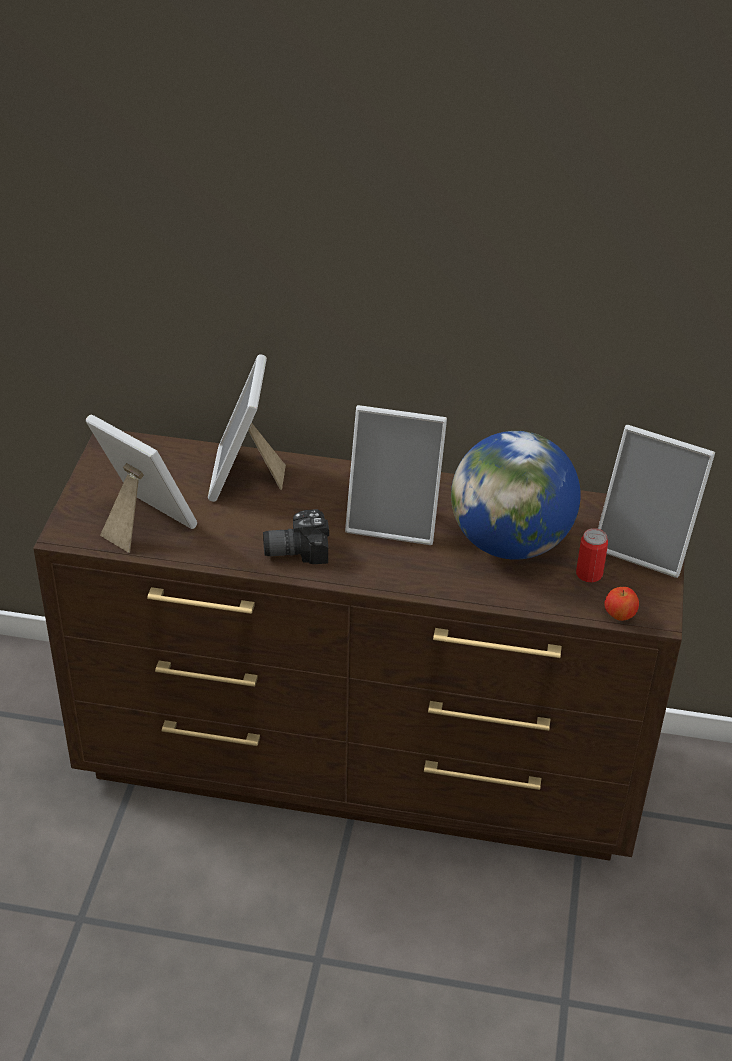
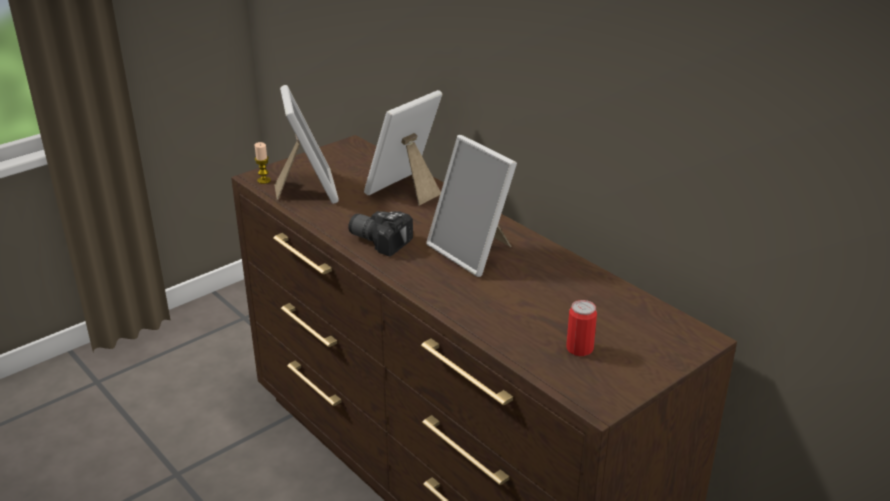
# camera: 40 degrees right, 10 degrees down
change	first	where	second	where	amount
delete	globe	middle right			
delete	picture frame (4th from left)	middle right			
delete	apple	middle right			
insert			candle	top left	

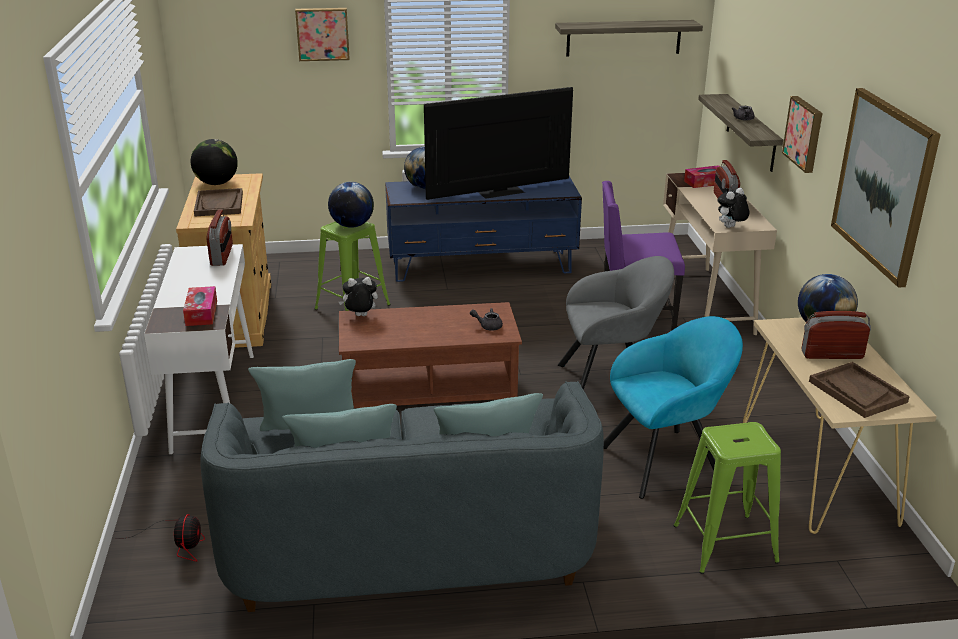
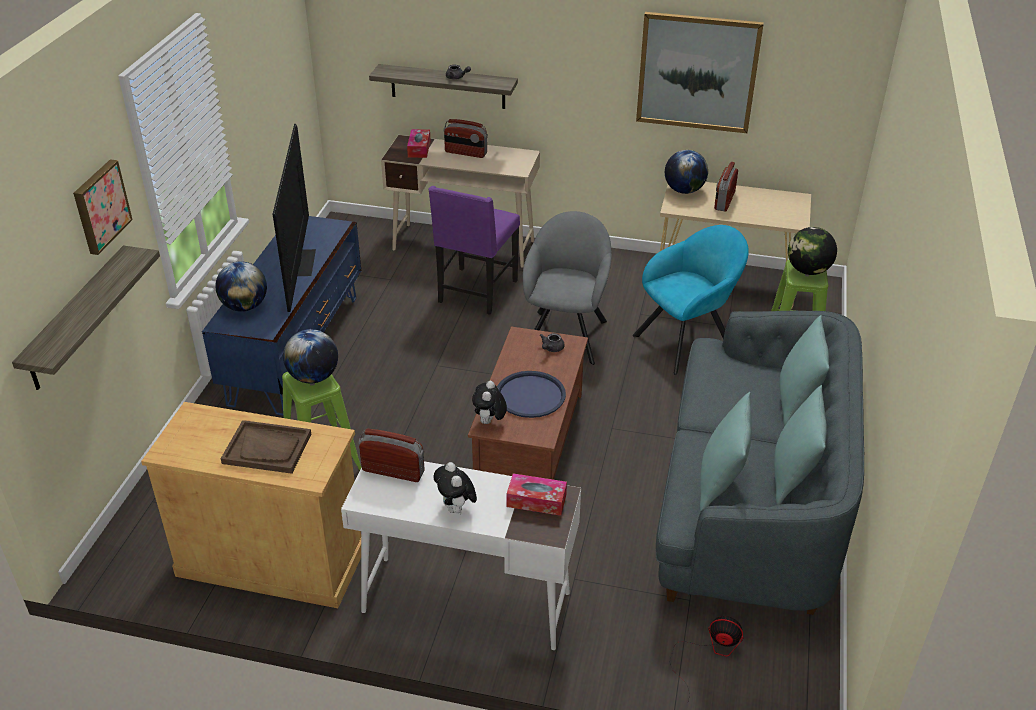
# camera: 70 degrees left, 10 degrees up
change	first	where	second	where	amount
move	globe (1st from left in the first image)	top left	globe (4th from left)	middle right	
move	shelf (1st from left)	top centre		middle left	
rotate	armchair (turquoise)	middle right		middle right	60 degrees clockwise
move	plush toy (2nd from left in the first image)	top right	plush toy (1st from left)	bottom centre	
delete	picture (2nd from left)	top right			
delete	tray (brown) (2nd from left)	middle right			
insert			tray (blue)	centre	

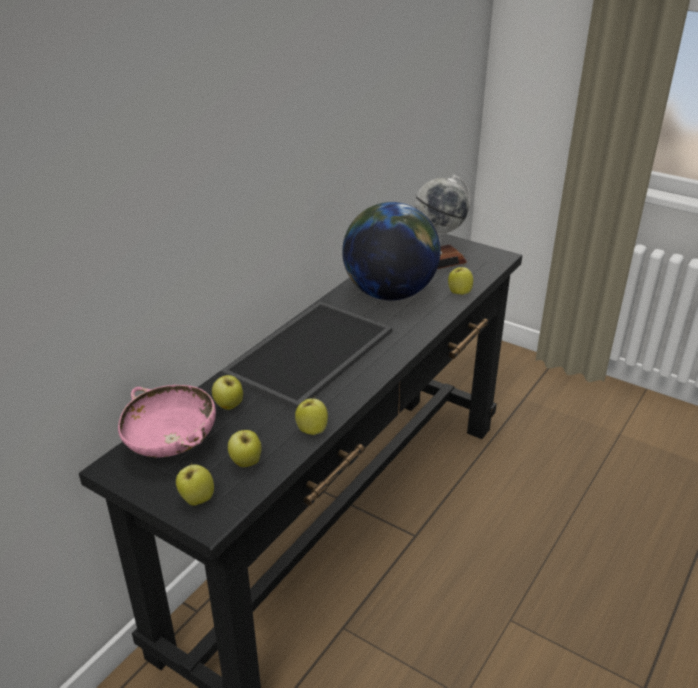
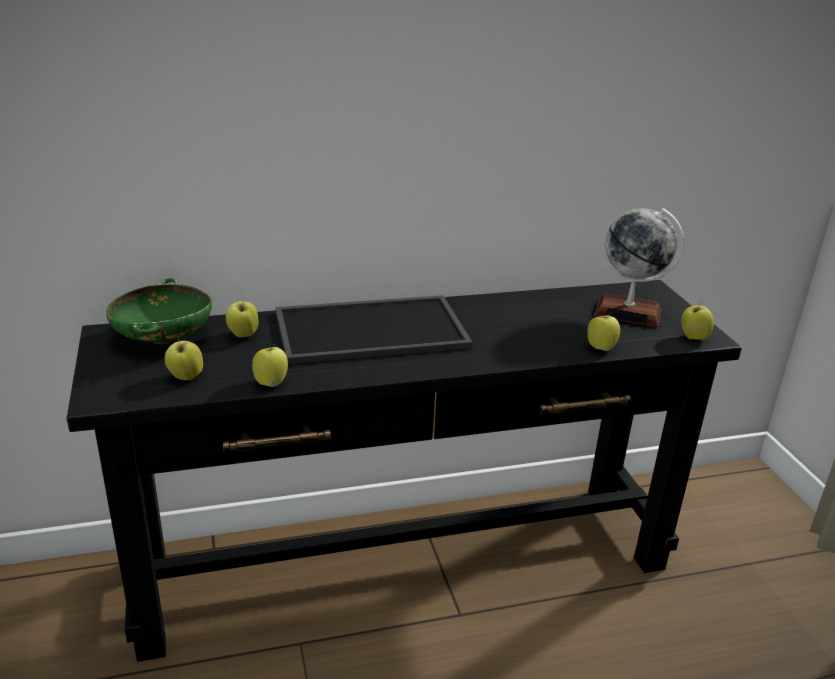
# camera: 40 degrees right, 5 degrees down
change	first	where	second	where	amount
recolor	bowl (pink)	middle left	bowl (green)	middle left	
move	apple (1st from left in the first image)	bottom left	apple (5th from left)	middle right	
delete	globe (1st from left)	centre			

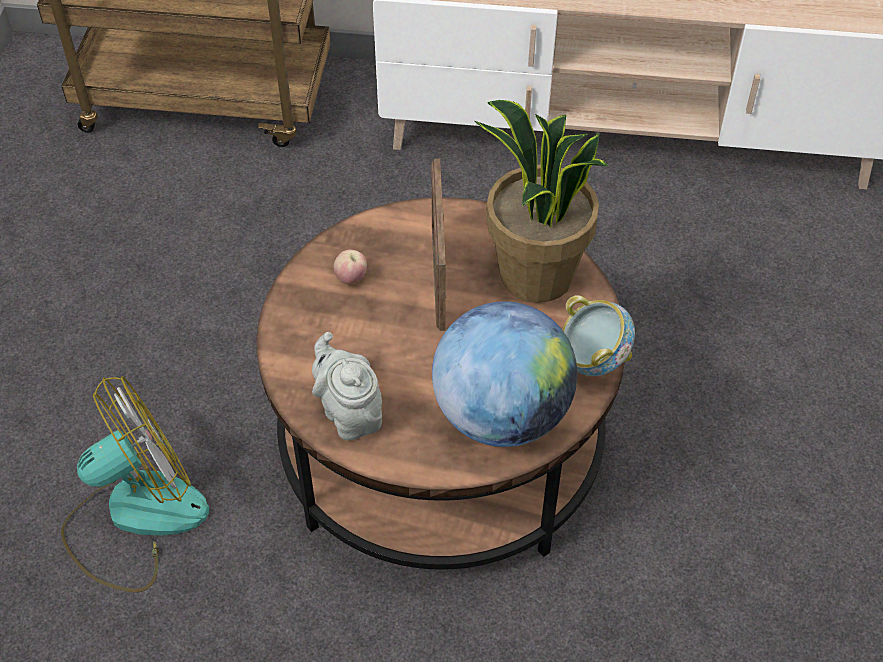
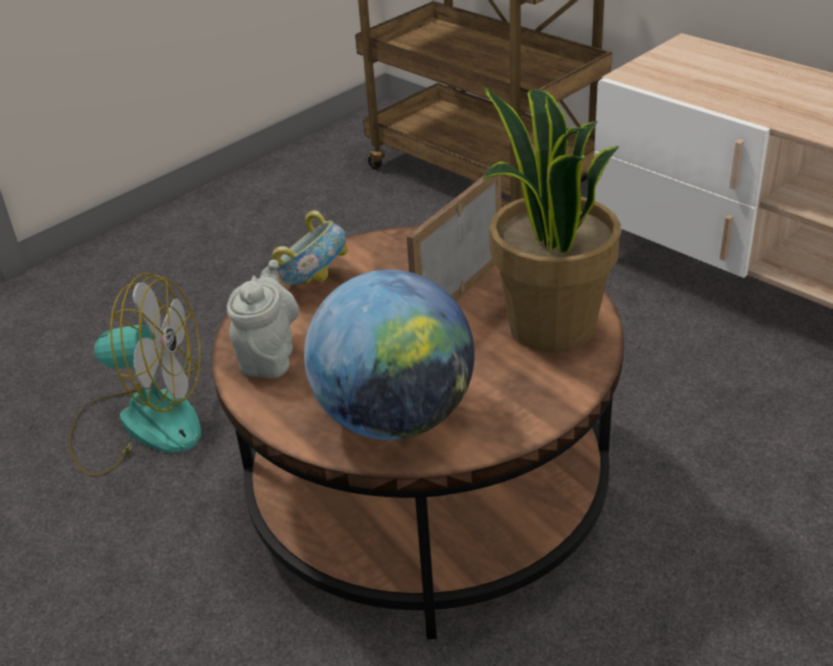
# camera: 40 degrees right, 15 degrees down
change	first	where	second	where	amount
delete	apple	centre			
move	bowl	middle right		centre	

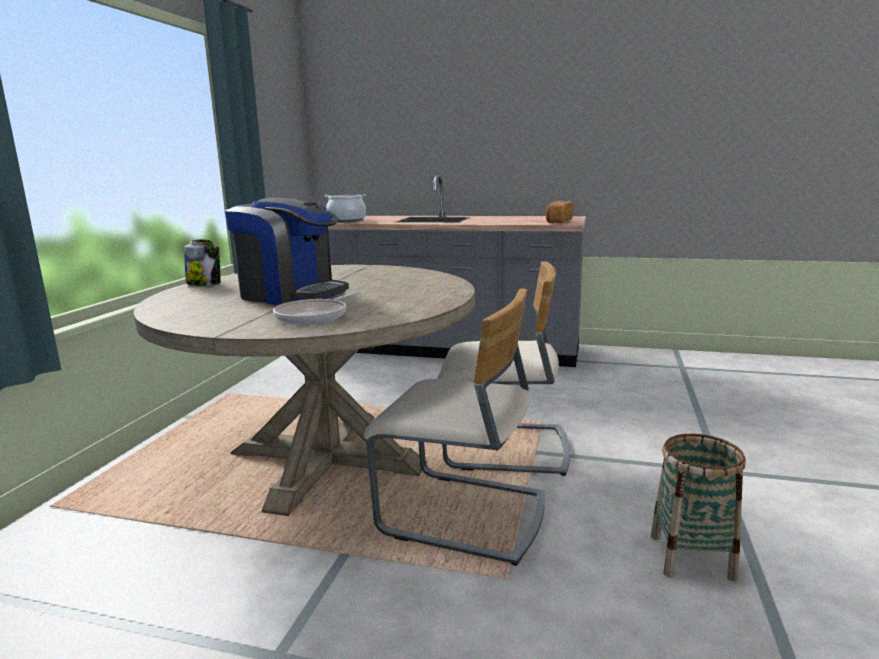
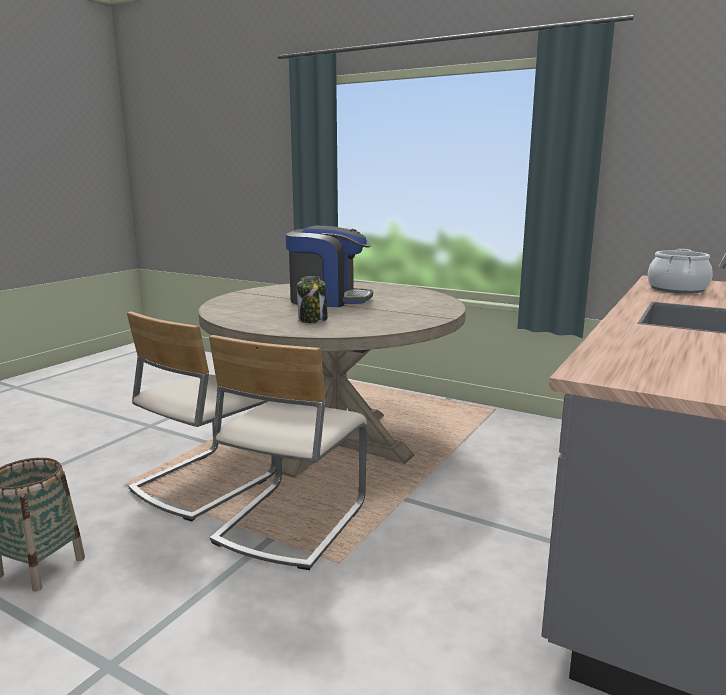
# camera: 105 degrees right, 0 degrees up
change	first	where	second	where	amount
move	jar	middle left		centre	
rotate	coffee machine	middle left		centre	120 degrees counterclockwise
delete	frying pan	centre			
delete	bread	top centre			

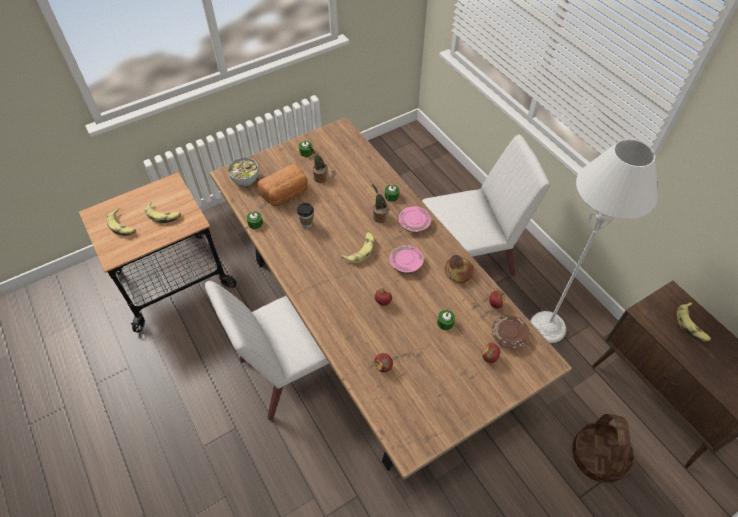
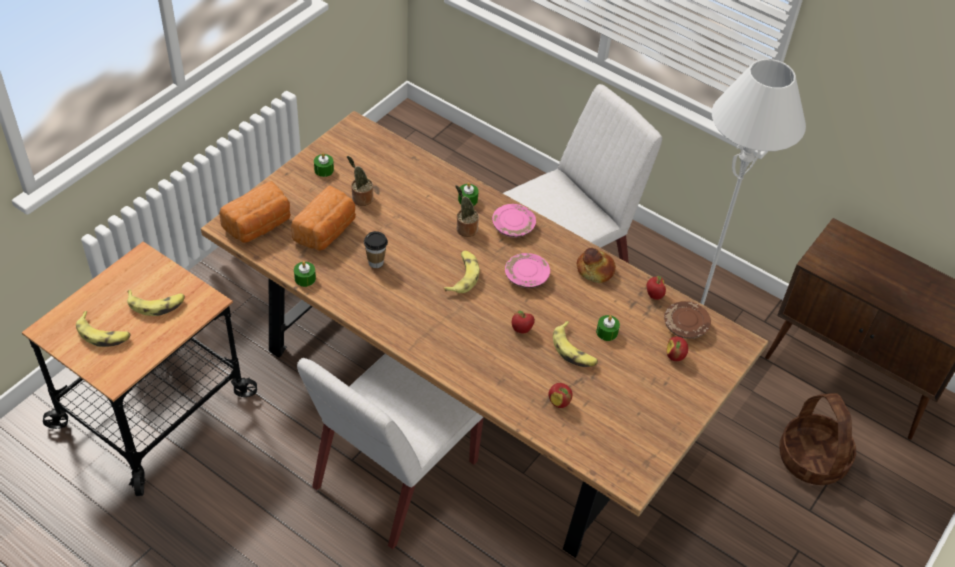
# camera: 25 degrees left, 5 degrees down
change	first	where	second	where	amount
replace	bowl	top left	bread (1st from left)	middle left	
move	banana (4th from left)	middle right		centre	

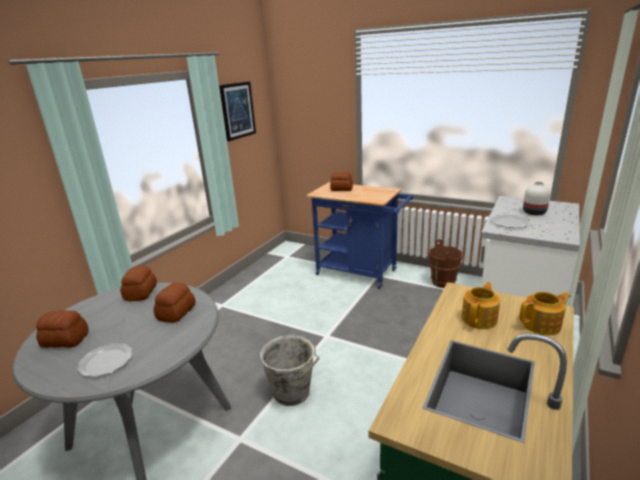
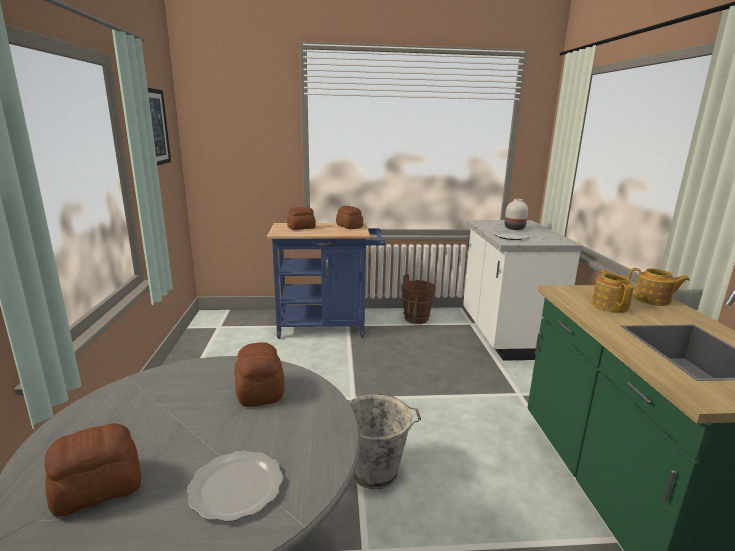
# camera: 35 degrees left, 5 degrees down
change	first	where	second	where	amount
move	bread (2nd from left in the first image)	middle left	bread (4th from left)	centre	
rotate	teapot (2nd from left)	middle right		middle right	75 degrees clockwise

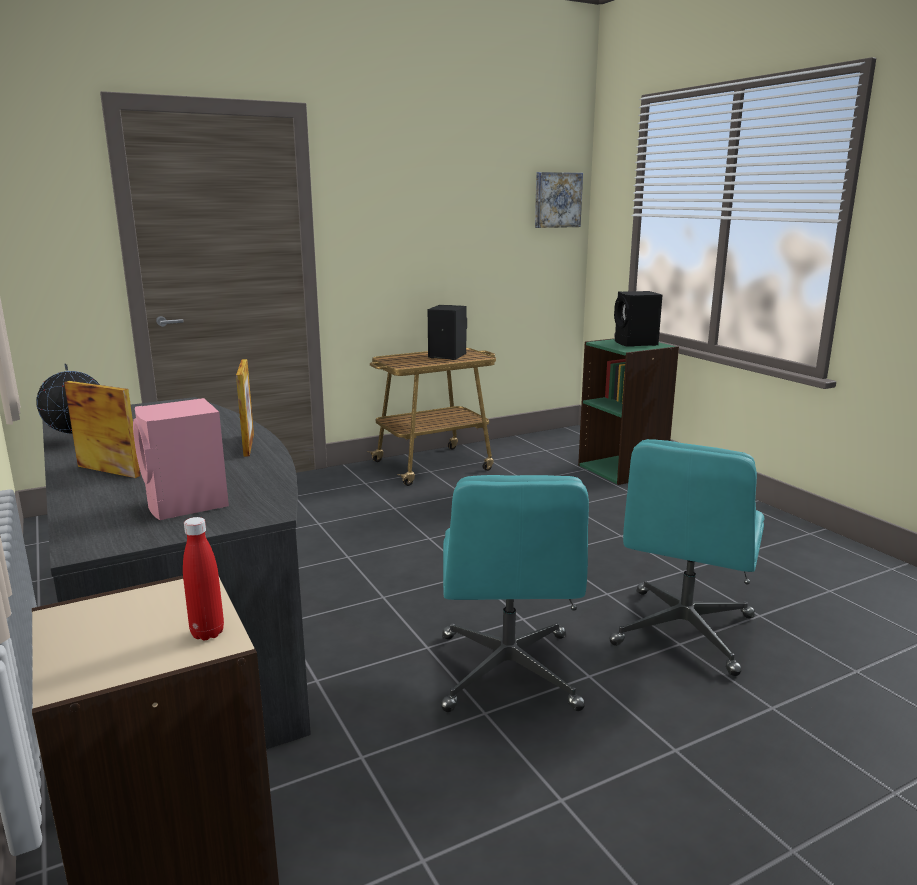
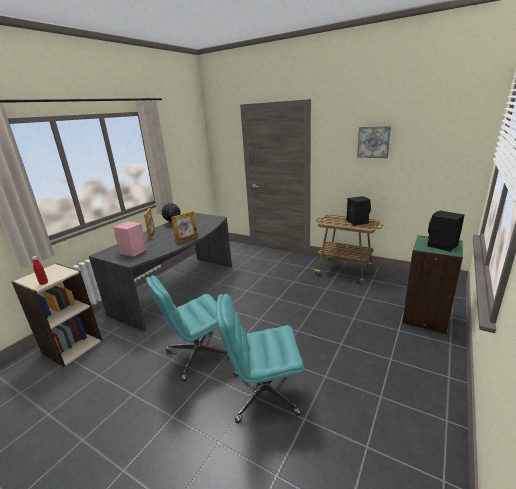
# camera: 60 degrees right, 5 degrees up
change	first	where	second	where	amount
move	picture	top centre		top right	

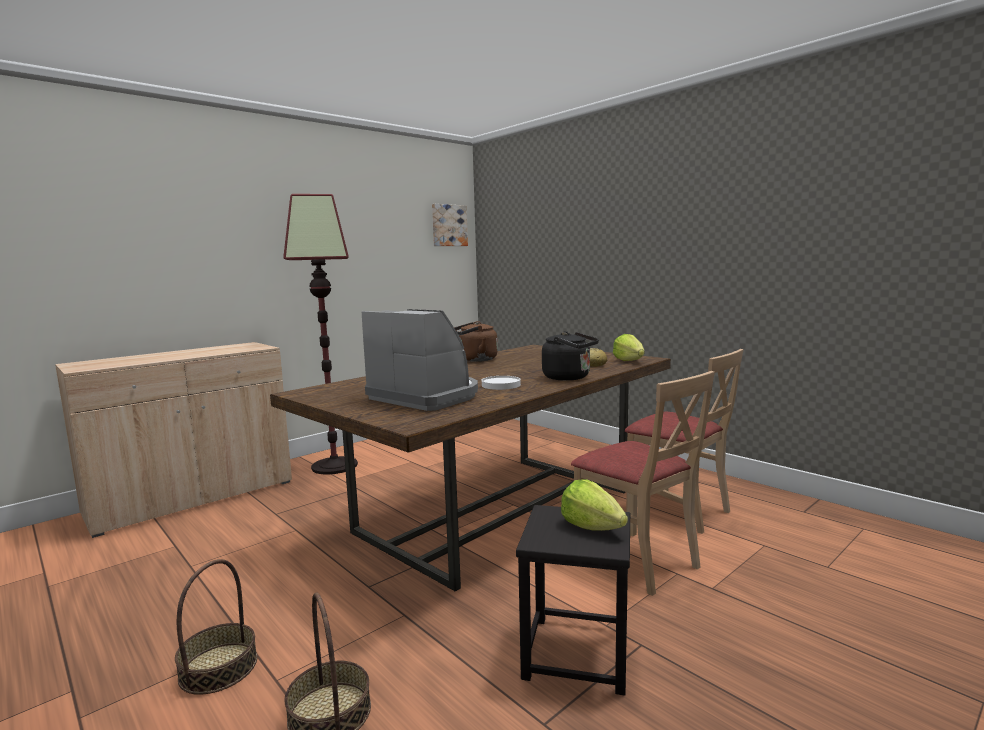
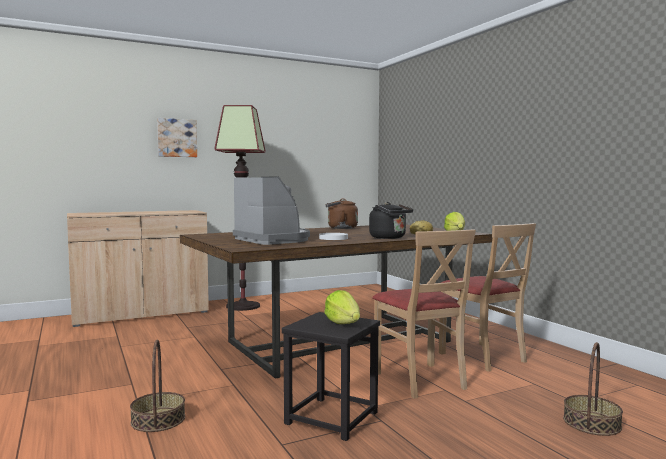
# camera: 15 degrees right, 5 degrees down
change	first	where	second	where	amount
move	basket (1st from left in the first image)	bottom left	basket (2nd from left)	bottom right	
move	picture	top centre		top left	

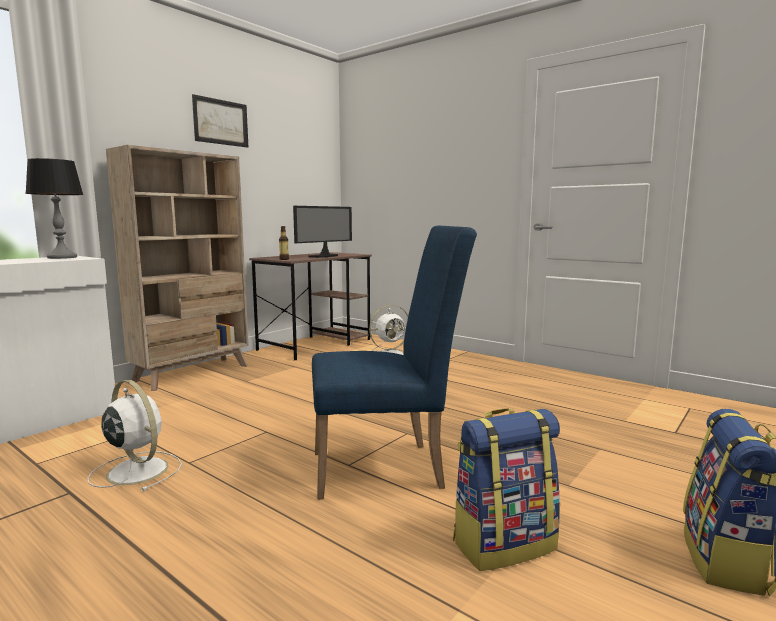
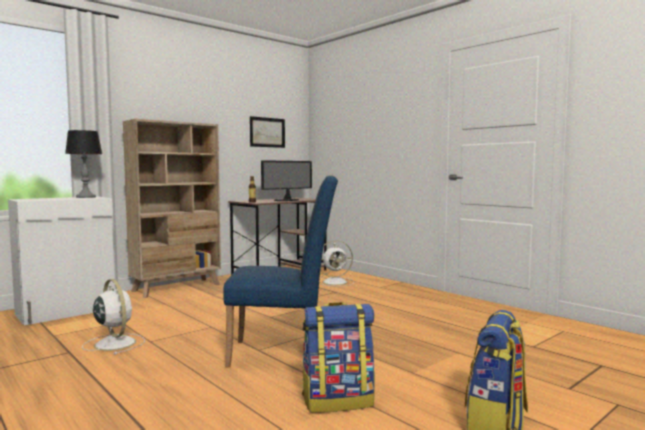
# camera: 10 degrees right, 5 degrees down
change	first	where	second	where	amount
move	picture	top left		top centre	

